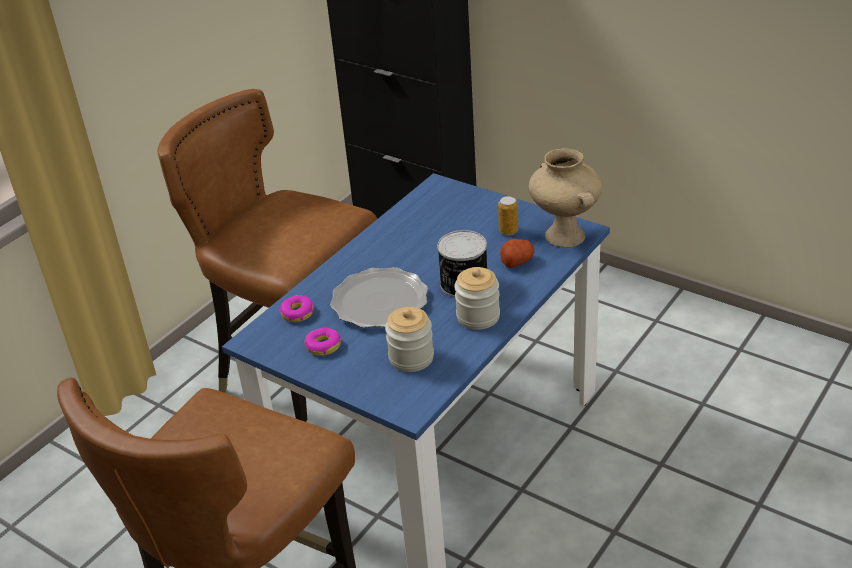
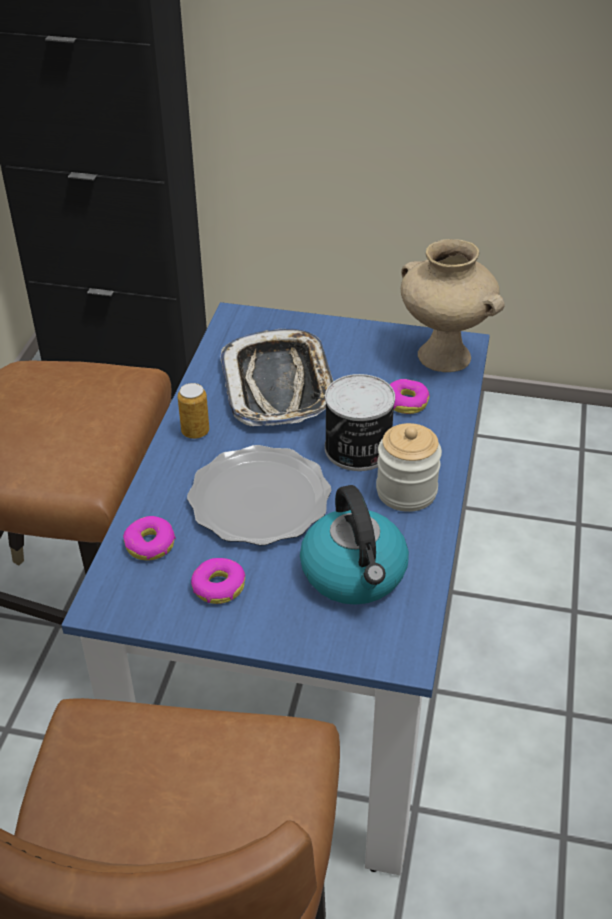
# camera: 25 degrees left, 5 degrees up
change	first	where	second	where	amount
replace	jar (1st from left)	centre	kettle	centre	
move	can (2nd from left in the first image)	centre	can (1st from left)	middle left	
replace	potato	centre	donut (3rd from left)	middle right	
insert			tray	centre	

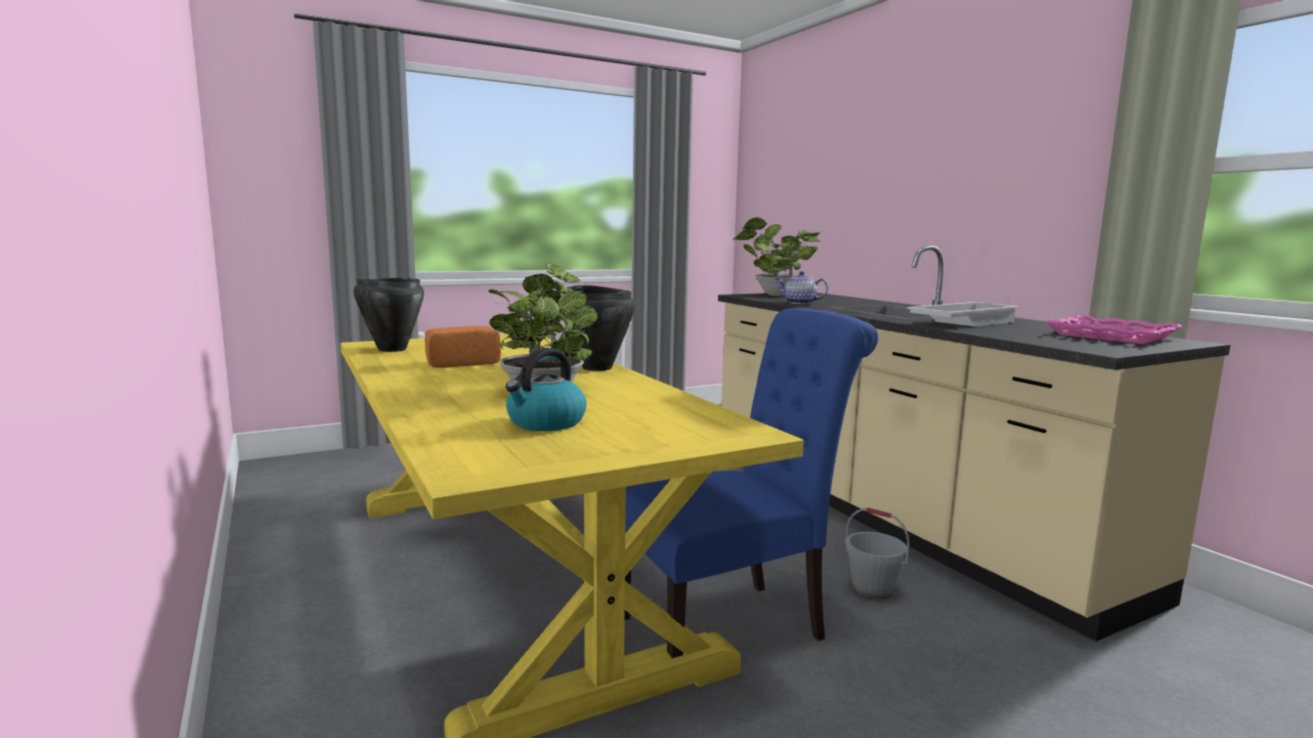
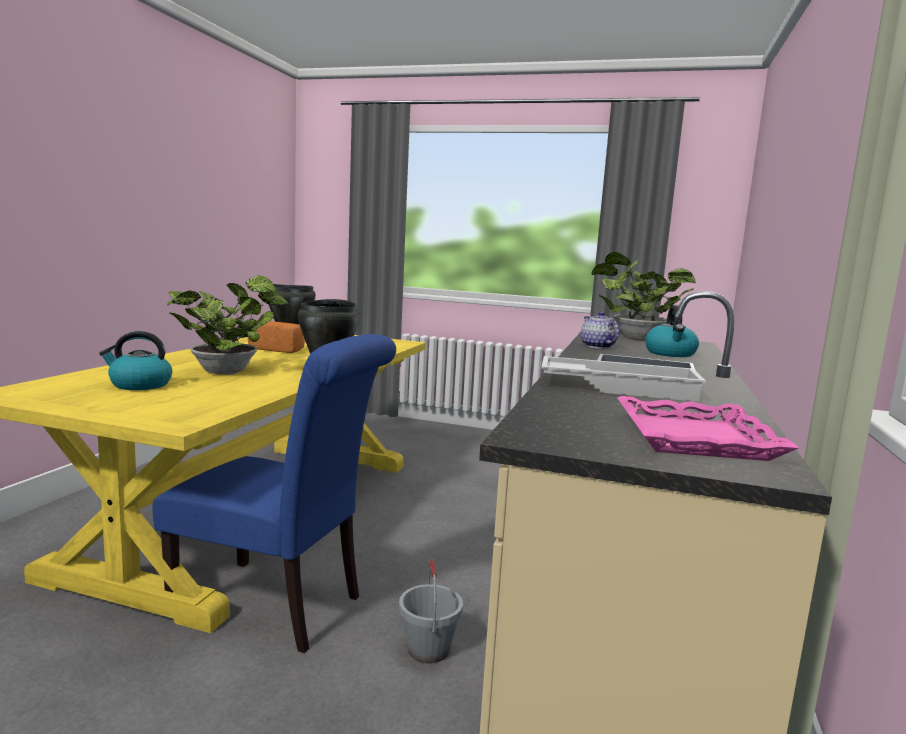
# camera: 45 degrees right, 0 degrees up
change	first	where	second	where	amount
insert			kettle (2nd from left)	middle right	

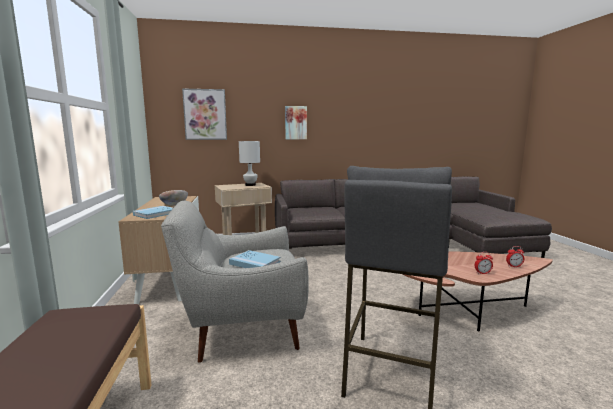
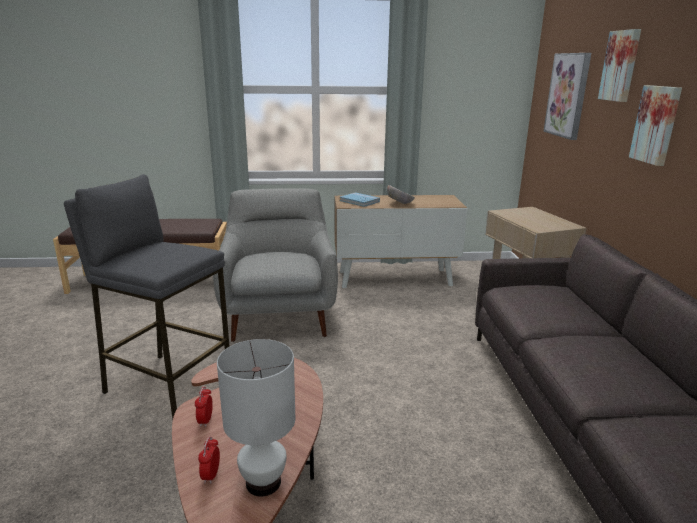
# camera: 95 degrees right, 10 degrees up
change	first	where	second	where	amount
delete	book (blue) (2nd from left)	centre			
move	table lamp (white)	centre		bottom centre	
insert			picture (2nd from left)	top right	

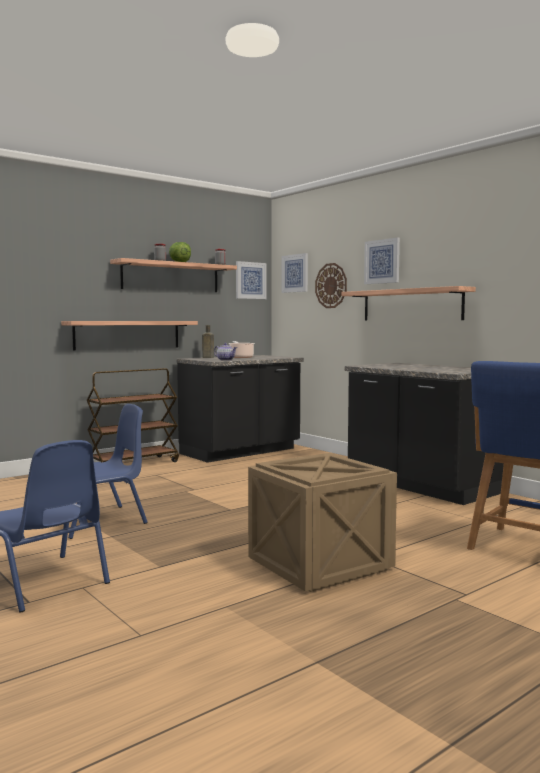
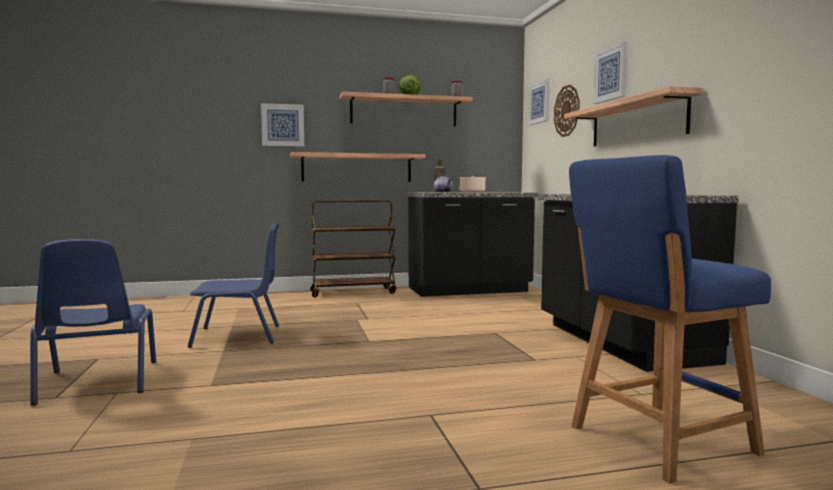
# camera: 25 degrees right, 0 degrees up
change	first	where	second	where	amount
move	picture (1st from left)	centre		top centre	
delete	crate	bottom centre			

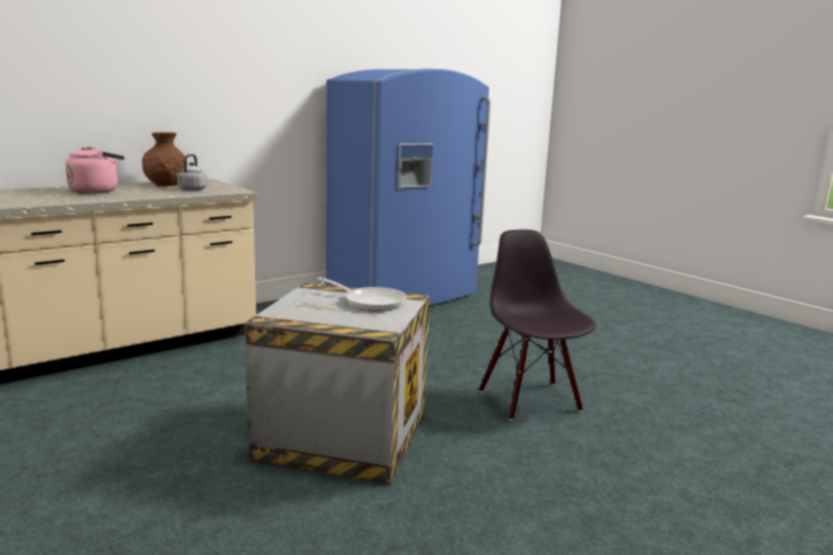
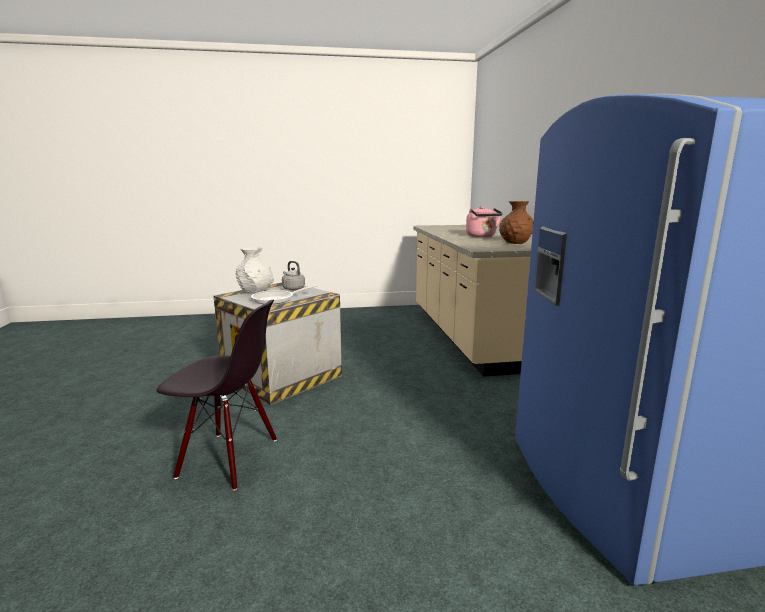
# camera: 120 degrees right, 0 degrees up
change	first	where	second	where	amount
move	kettle (grey)	top left		centre	
insert			vase (white)	centre	

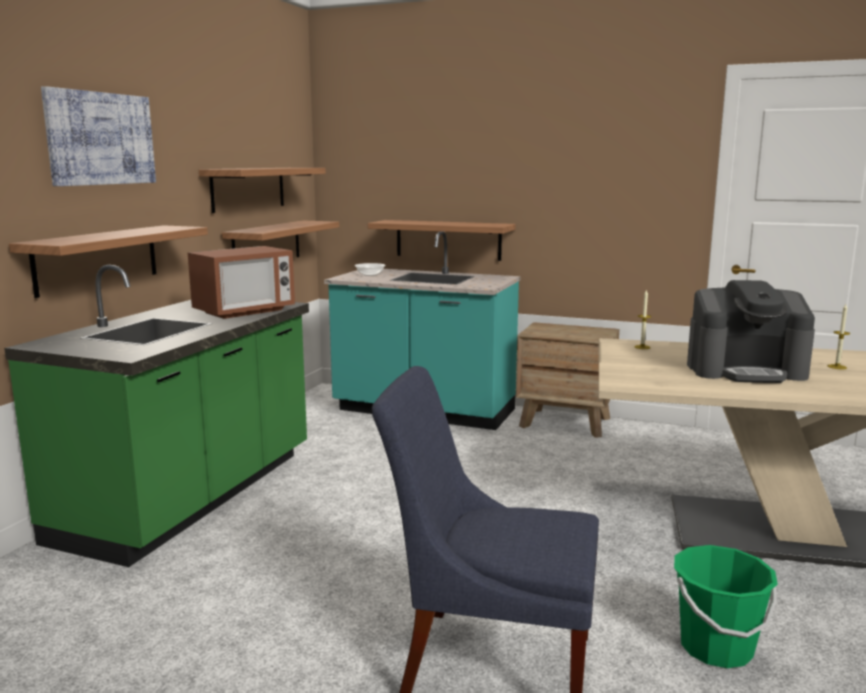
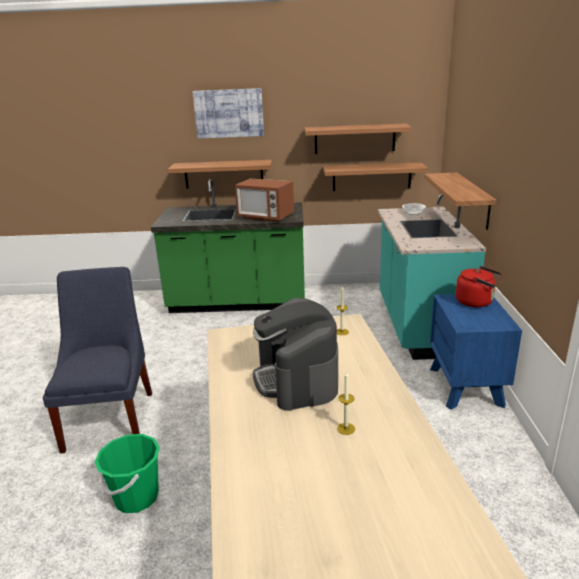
# camera: 70 degrees right, 10 degrees up
change	first	where	second	where	amount
recolor	nightstand (brown)	centre	nightstand (blue)	middle right	
insert			kettle (red)	middle right	

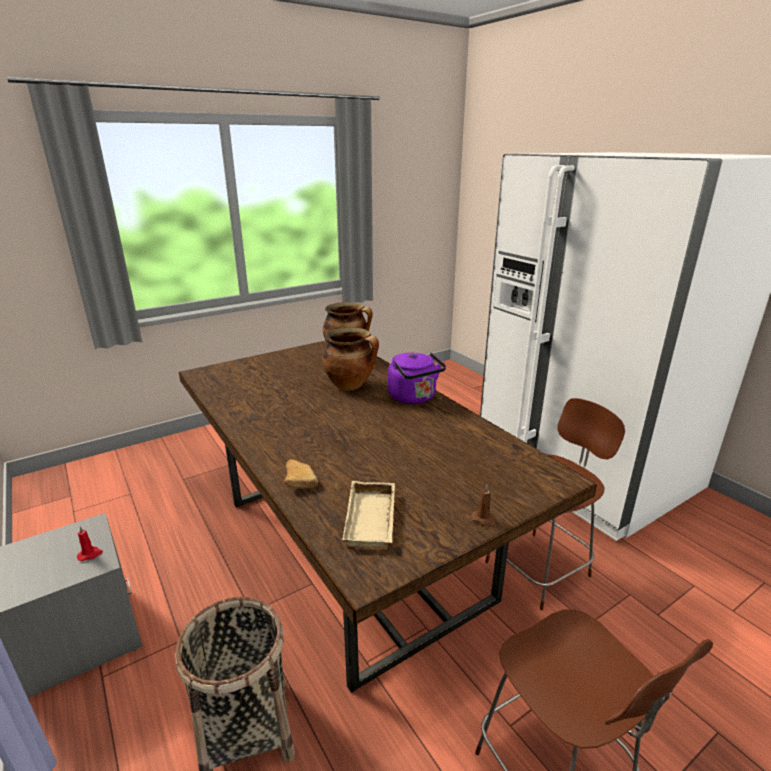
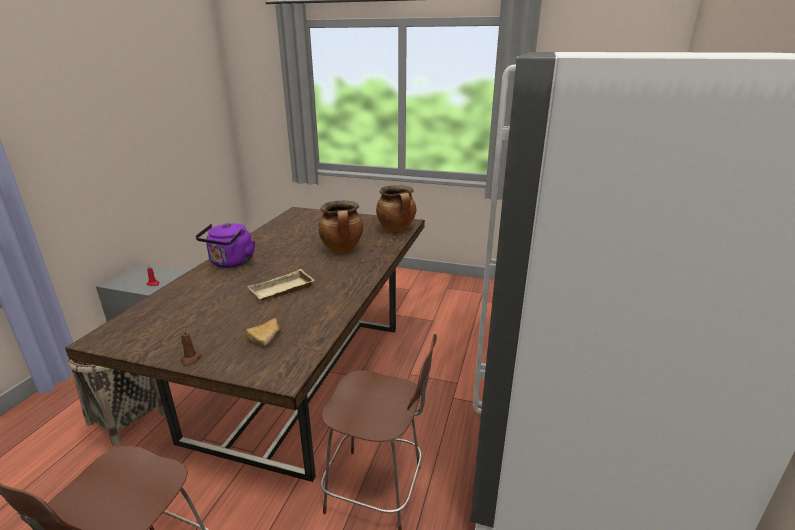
# camera: 50 degrees right, 0 degrees up
change	first	where	second	where	amount
move	bread	centre		middle left	
move	tray (beige)	bottom centre		centre	
move	kettle (purple)	centre		middle left	

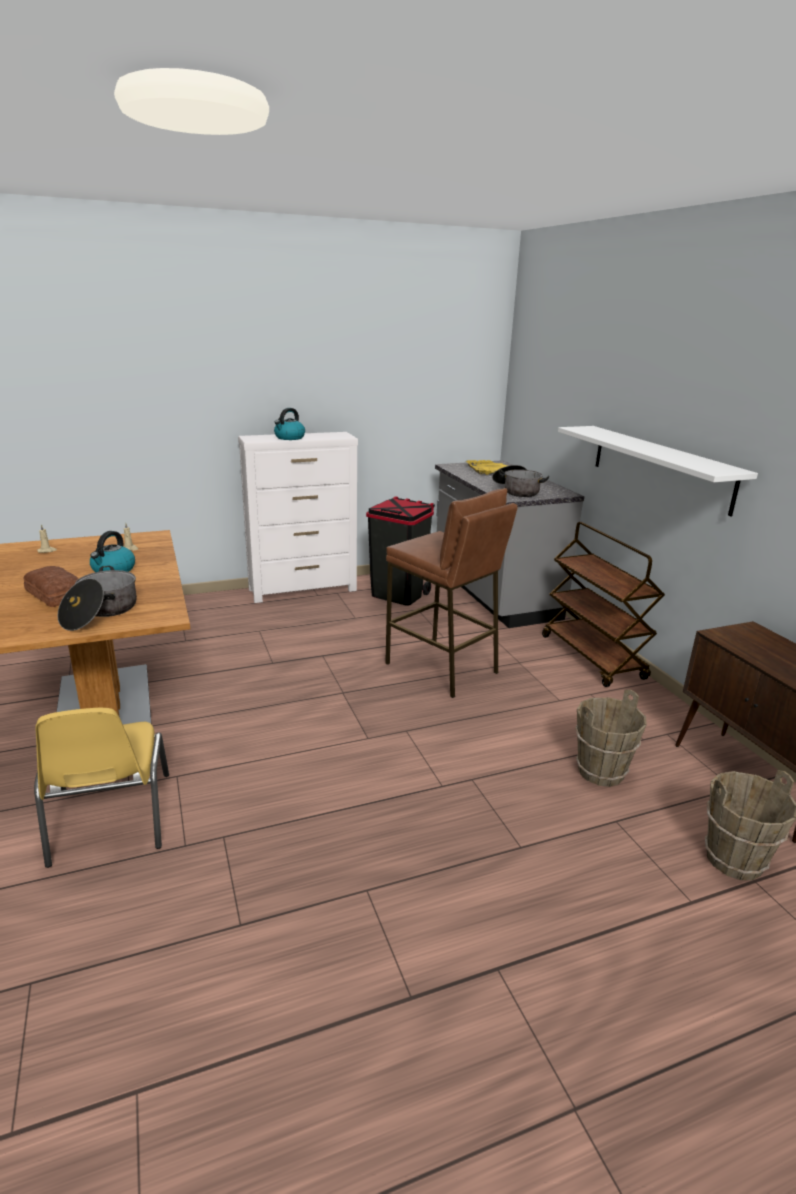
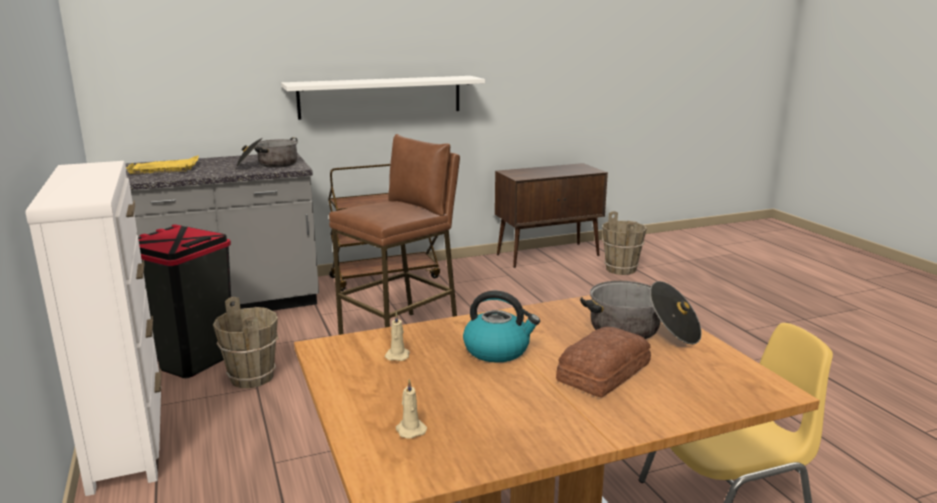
# camera: 90 degrees left, 5 degrees down
change	first	where	second	where	amount
delete	kettle (2nd from left)	centre			
move	bucket (brown) (1st from left)	middle right		bottom left	

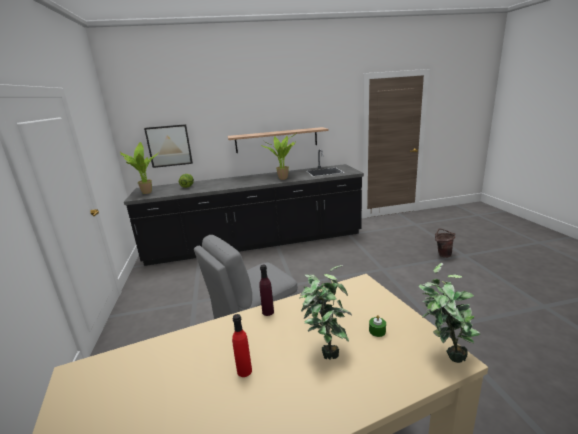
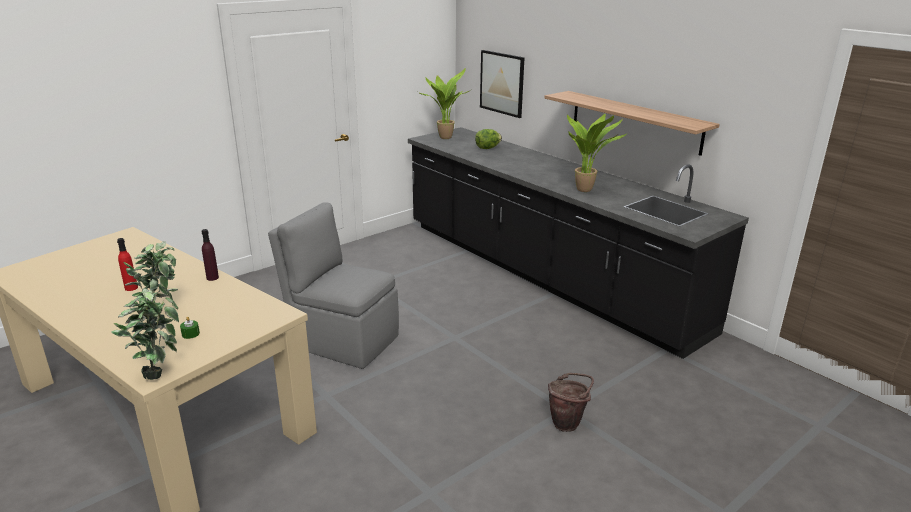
# camera: 60 degrees right, 5 degrees up
change	first	where	second	where	amount
move	bucket (brown)	middle right		bottom centre	

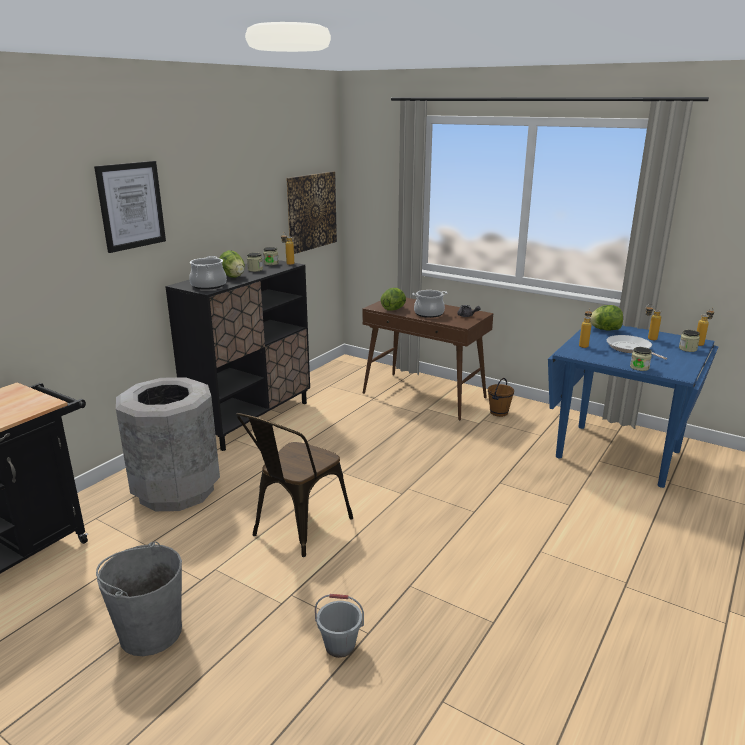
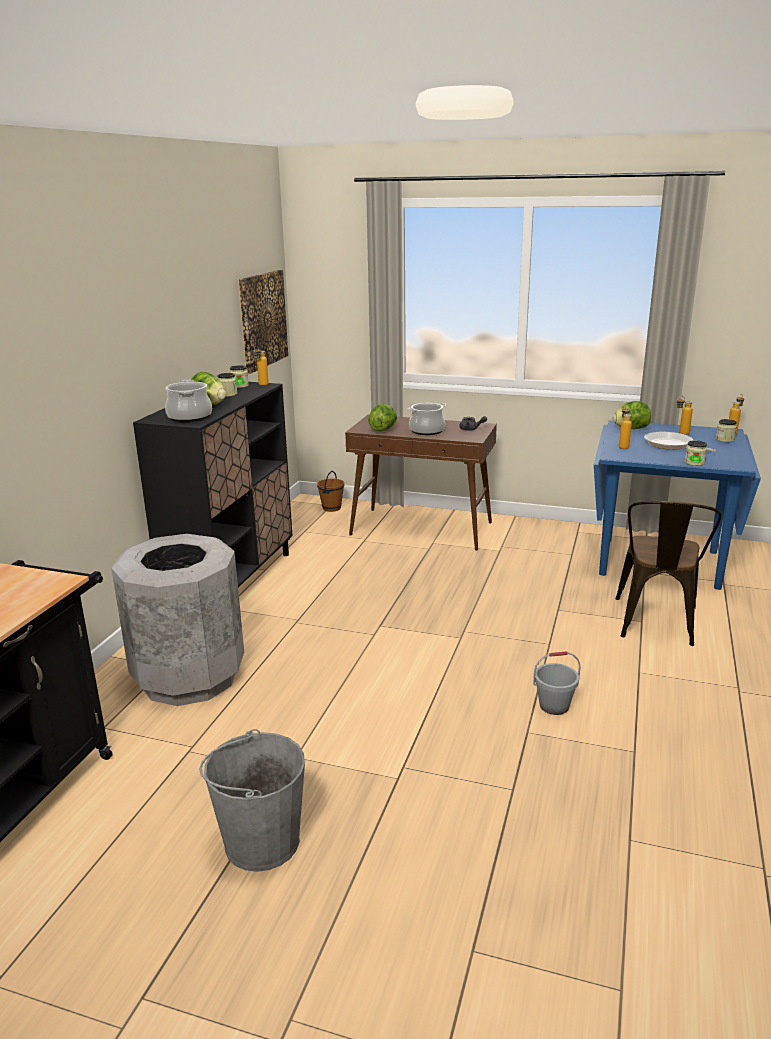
# camera: 15 degrees left, 0 degrees up
change	first	where	second	where	amount
delete	picture (1st from left)	top left			
move	chair (brown)	centre		middle right	
move	bucket (grey) (2nd from left)	bottom centre		middle right	
move	bucket (brown)	middle right		centre	

